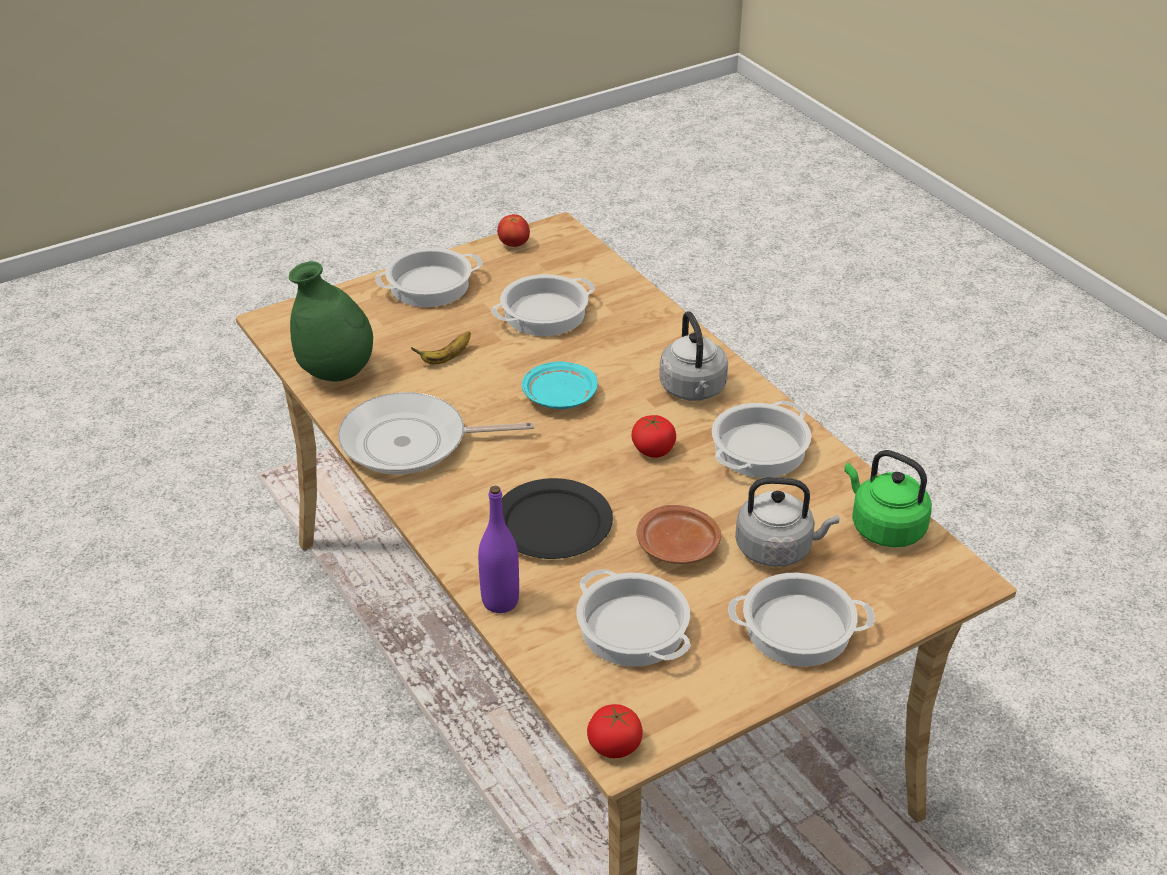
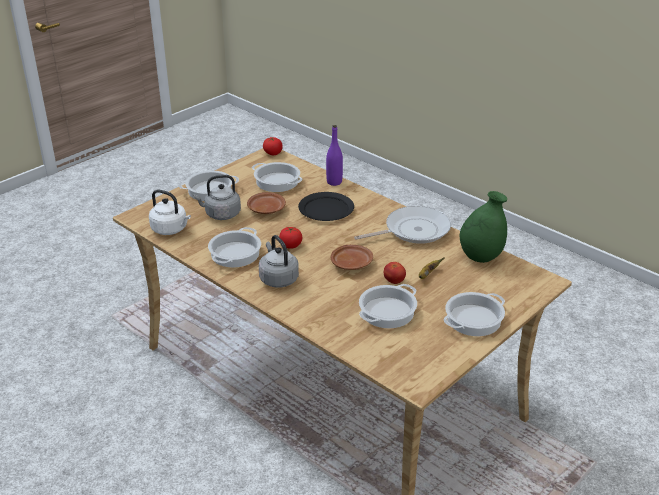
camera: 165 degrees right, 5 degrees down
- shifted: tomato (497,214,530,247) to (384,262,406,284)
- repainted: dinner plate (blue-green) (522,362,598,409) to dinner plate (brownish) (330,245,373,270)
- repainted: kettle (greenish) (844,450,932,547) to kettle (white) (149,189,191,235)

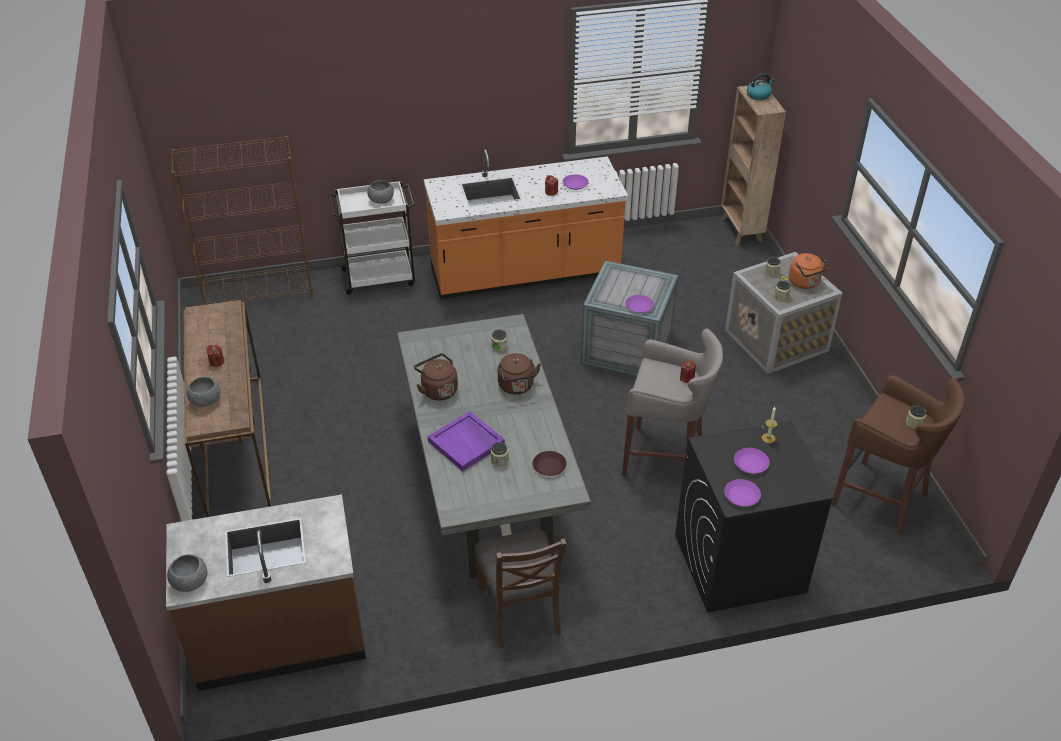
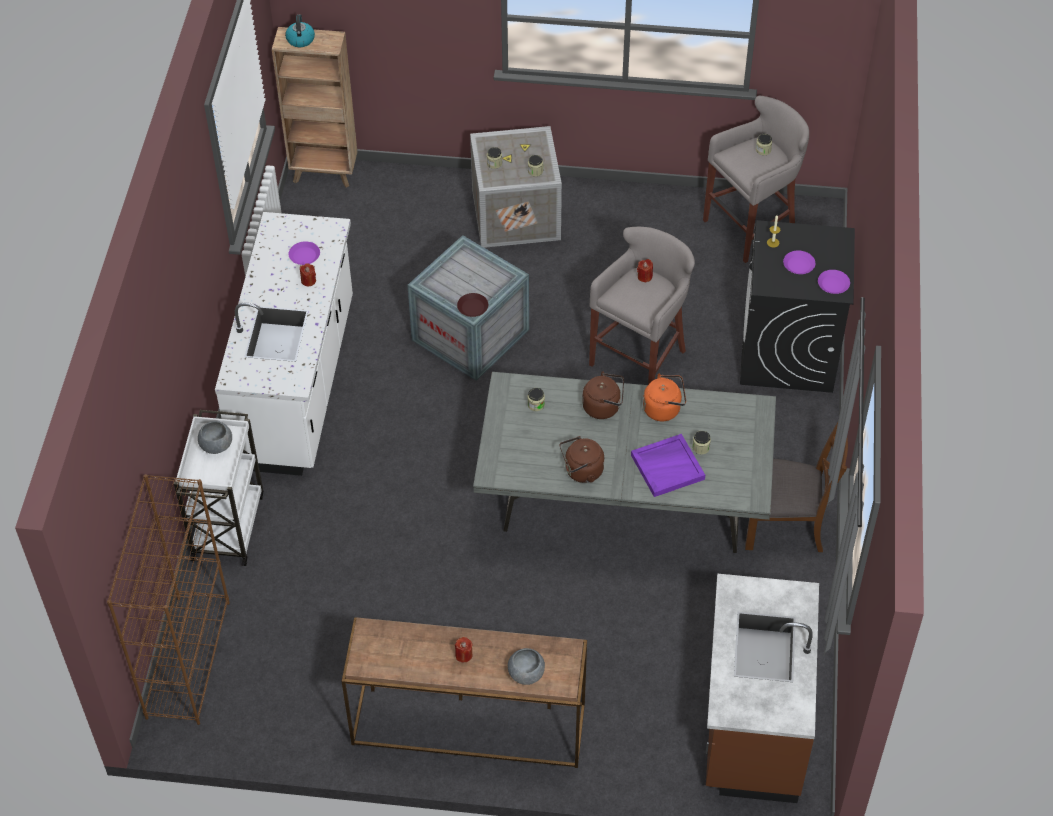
camera: 70 degrees left, 10 degrees up
- gone: deep dish (grey) (167,554,207,592)
- gone: dinner plate (purplish) (626,295,654,313)
- shifted: dinner plate (brownish) (533,451,567,476) to (457,293,488,317)
- shifted: kettle (orange) (789,253,830,289) to (643,374,686,421)
- repainted: kitchen counter (orange) (424,149,628,299) to kitchen counter (white) (215,212,353,476)
- repainted: stool (brownish) (831,375,965,536) to stool (grey) (703,96,809,263)

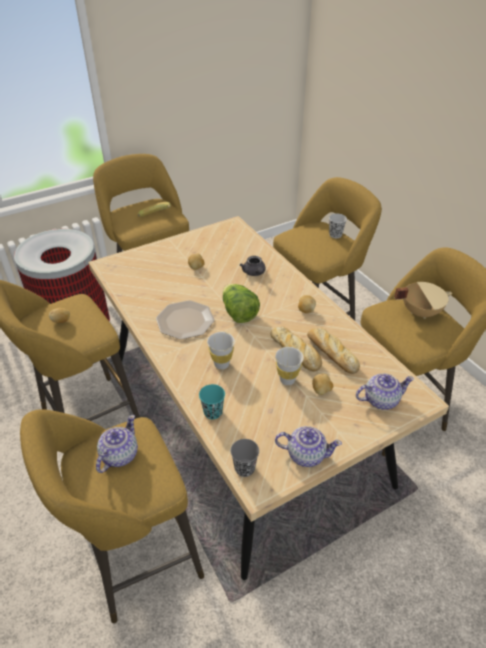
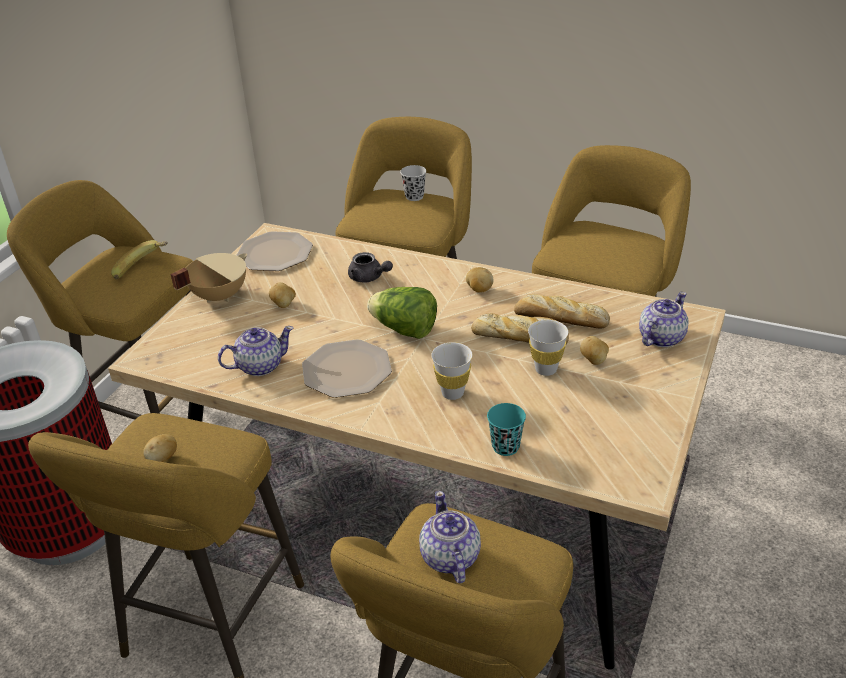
camera: 35 degrees left, 5 degrees down
- gone: drinking cup (grey) (231,439,259,477)
- new: dinner plate (237,231,313,271)
- shifted: pot for tea (275,426,342,467) to (218,326,294,376)
- shifted: stockpot (beige-coloured) (394,282,452,319) to (170,253,247,303)

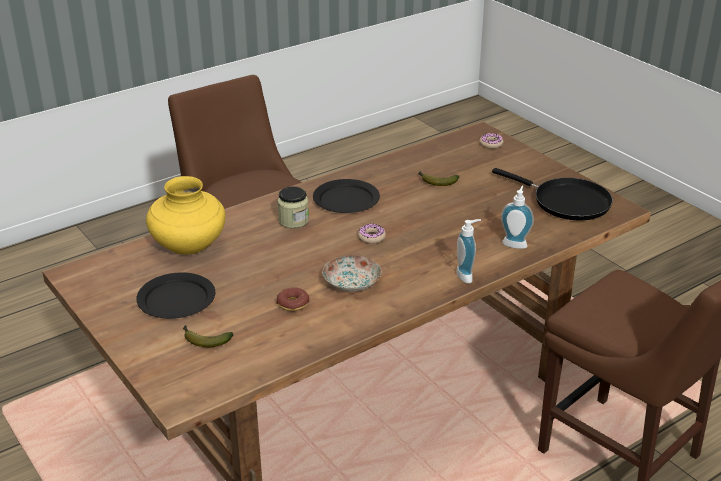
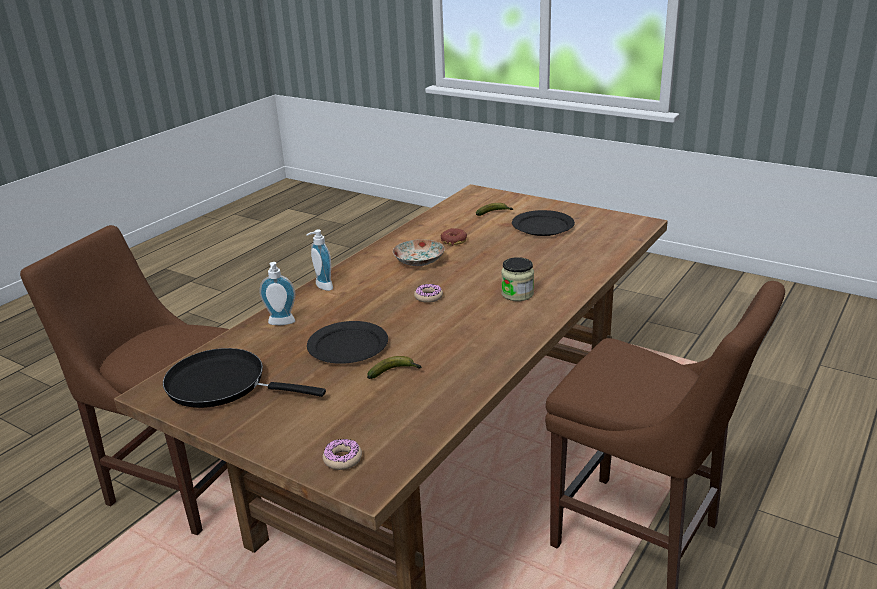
camera: 160 degrees right, 5 degrees down
- gone: flower vase (yellow) (146,176,226,255)
- shifted: dinner plate (black) (313,179,380,213) to (307,321,388,364)

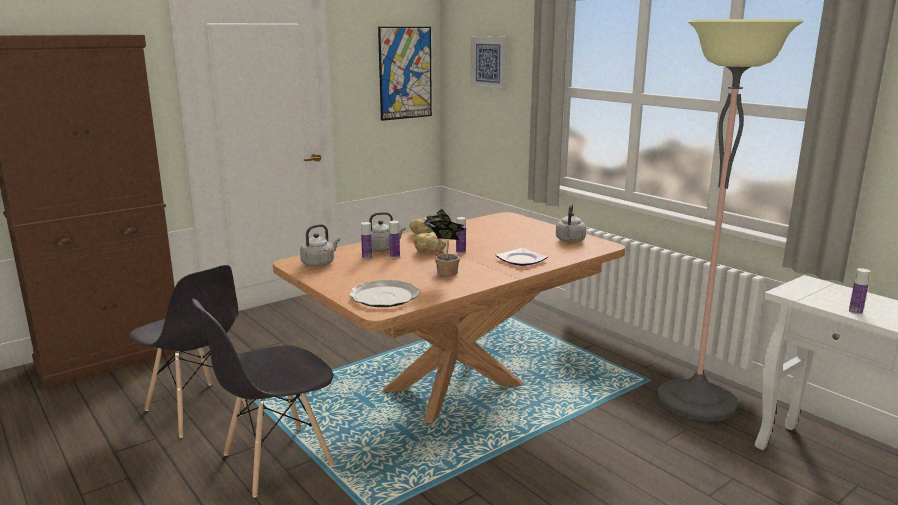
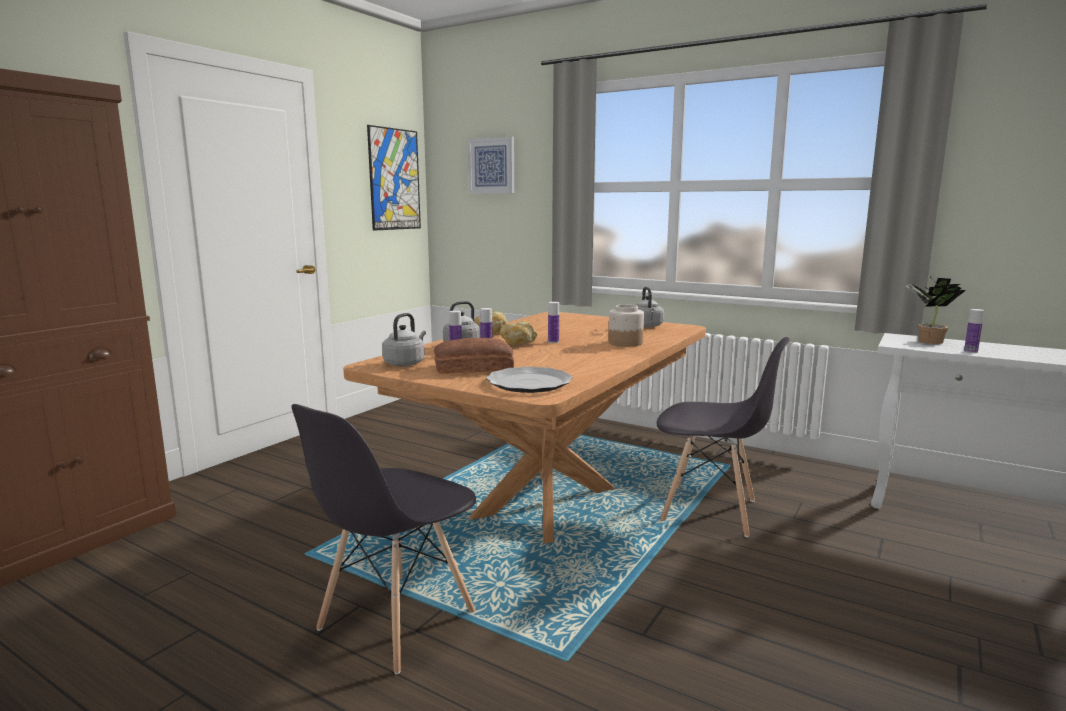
camera: 20 degrees left, 5 degrees down
- gone: standing lamp (658,19,804,422)
- new: bakery bread (434,338,514,374)
- shifted: chair (grey) (129,265,249,438) to (657,337,790,537)
- shifted: potted plant (423,209,466,276) to (905,277,966,344)
- swapped: dinner plate (496,248,548,266) to storage jar (608,305,644,347)

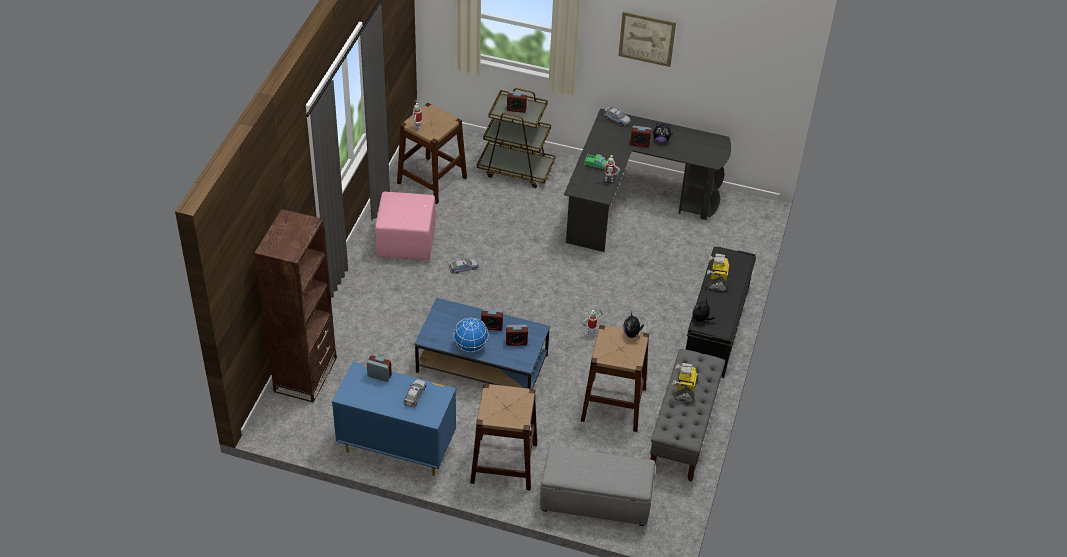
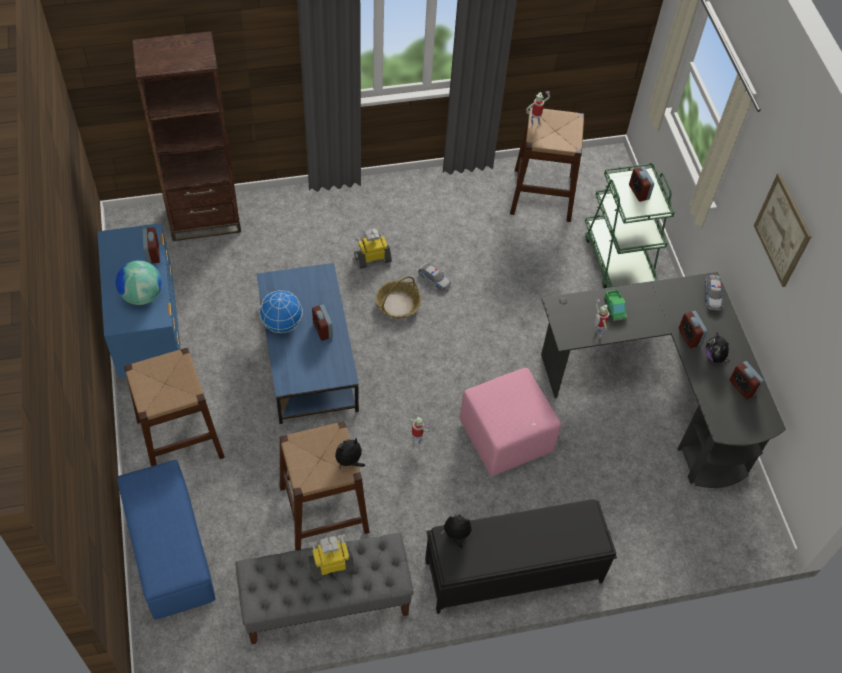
camera: 60 degrees right, 10 degrees up
- new: household basket (375,276,421,318)
- shifted: ottoman (pinkish) (375,192,436,260) to (460,368,561,476)
- shifted: table clock (506,325,528,346) to (730,361,764,399)
- shifted: toy robot (707,254,730,291) to (354,229,392,269)
- swapped: toy car (403,379,427,407) to globe (116,260,162,305)
- repainted: trolley (brownish) (477,88,555,188) to trolley (greenish) (585,163,675,288)
- repainted: ottoman (grey) (540,445,655,526) to ottoman (bluish) (117,460,215,619)

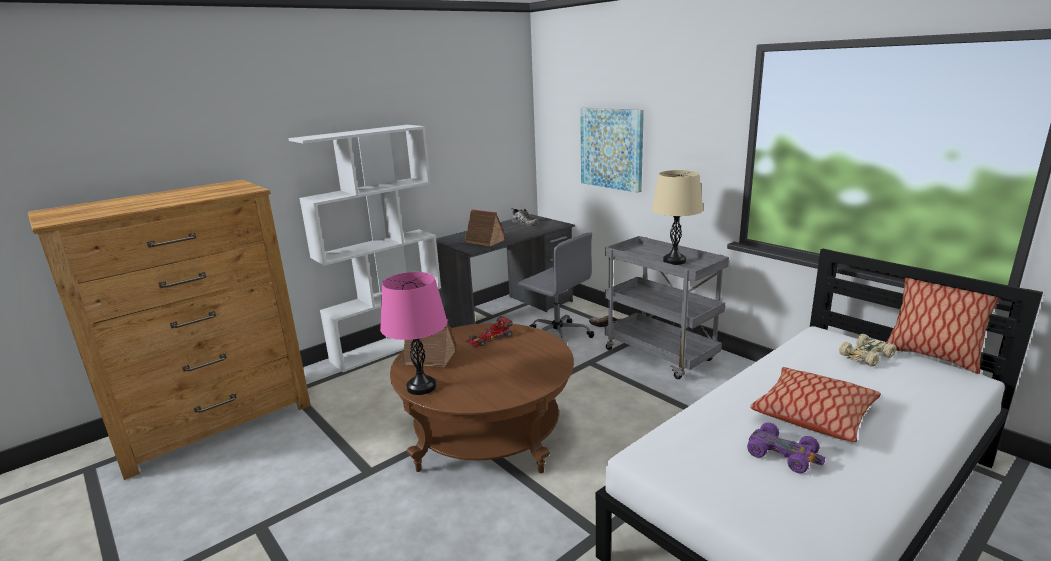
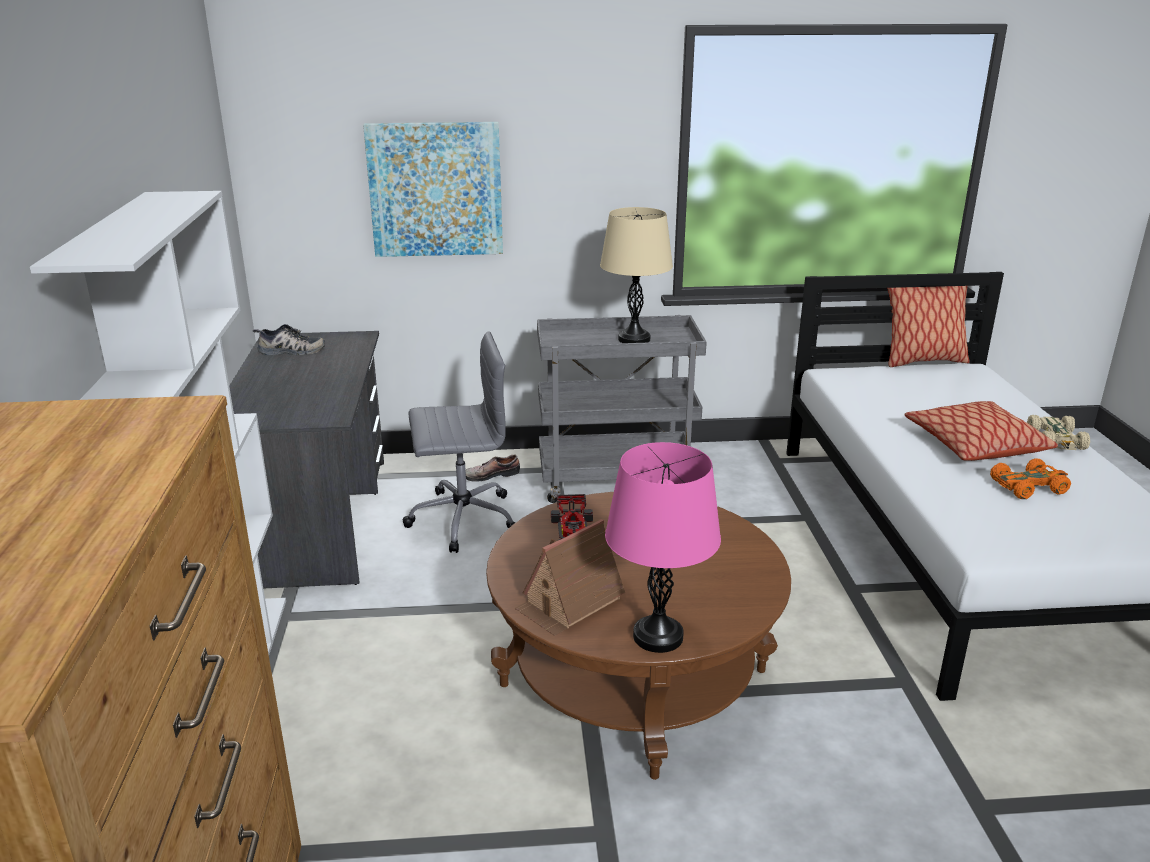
camera: 55 degrees left, 5 degrees up
- gone: miniature house (462,209,506,246)
- shifted: toy car (beige-coloured) (839,334,896,367) to (1027,415,1090,450)
- repainted: toy car (purplish) (747,422,826,474) to toy car (orange) (990,458,1071,499)

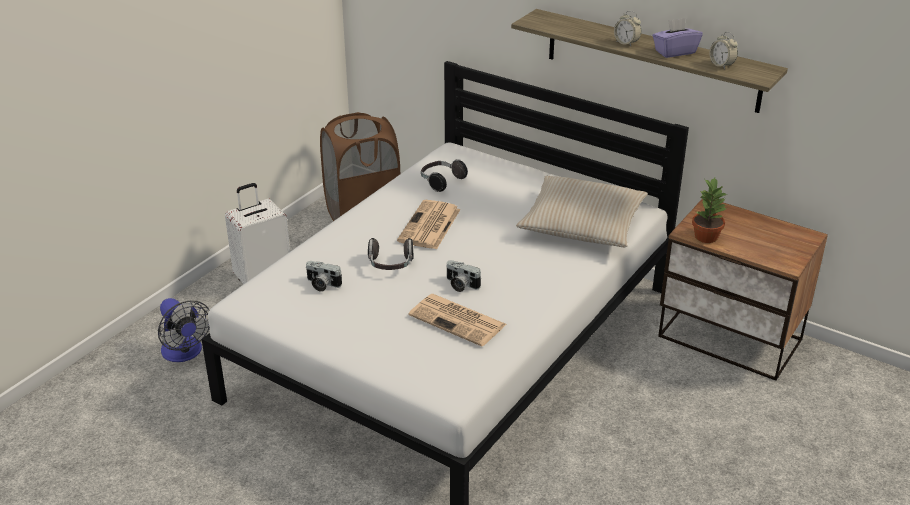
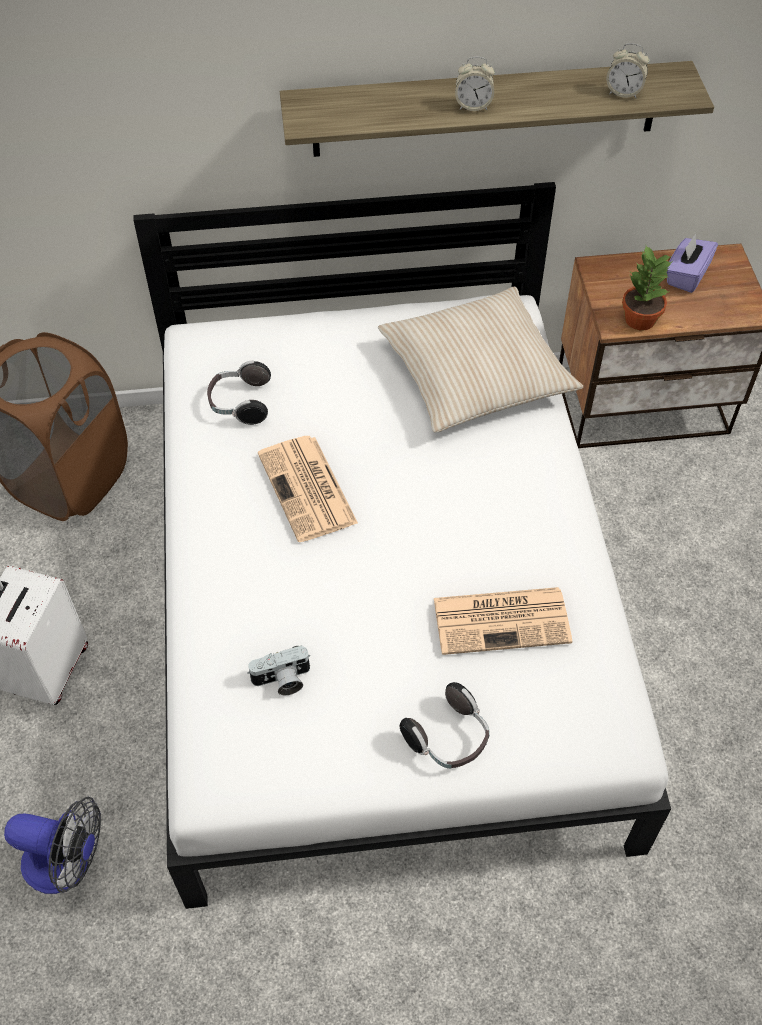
camera: 40 degrees left, 20 degrees up
- gone: photo camera (446,260,481,292)
- shifted: pair of headphones (368,238,413,270) to (400,682,490,769)
- shifted: box of tissues (purplish) (653,18,703,58) to (667,234,718,293)

